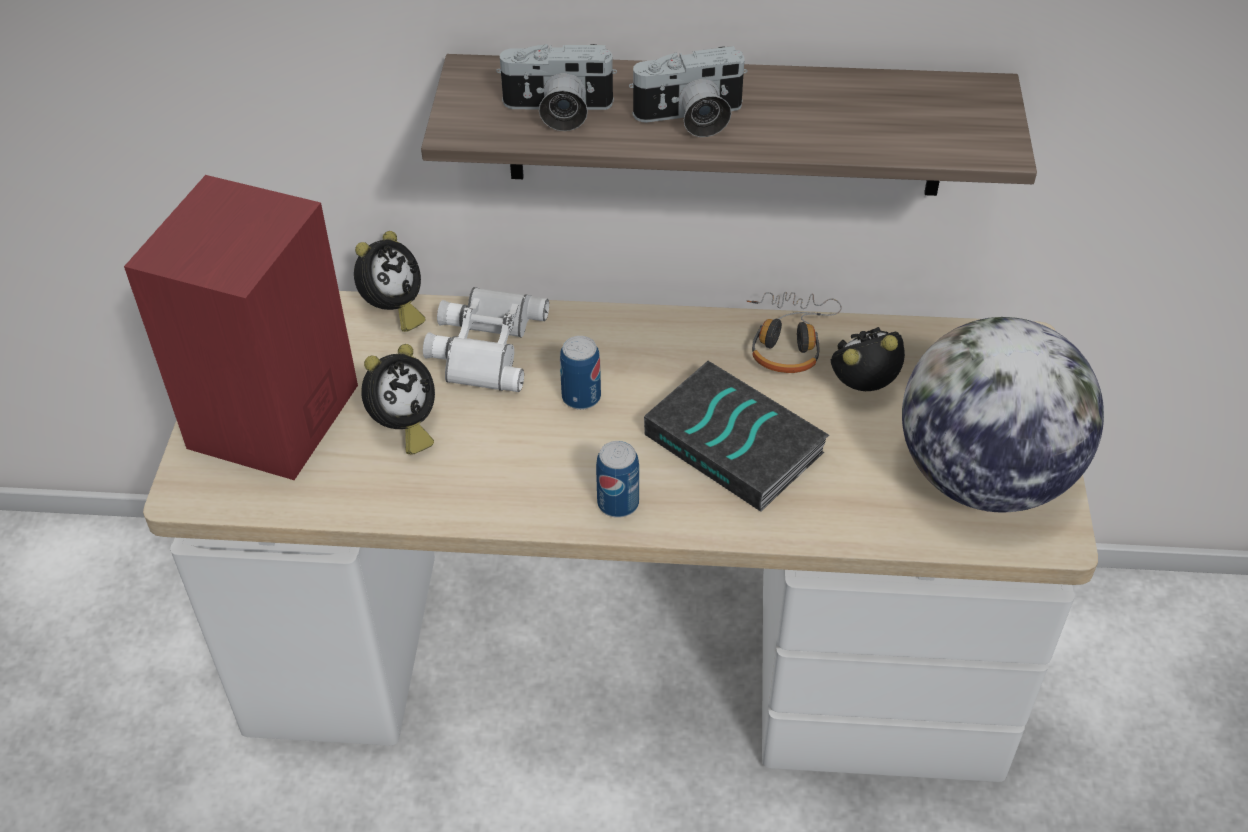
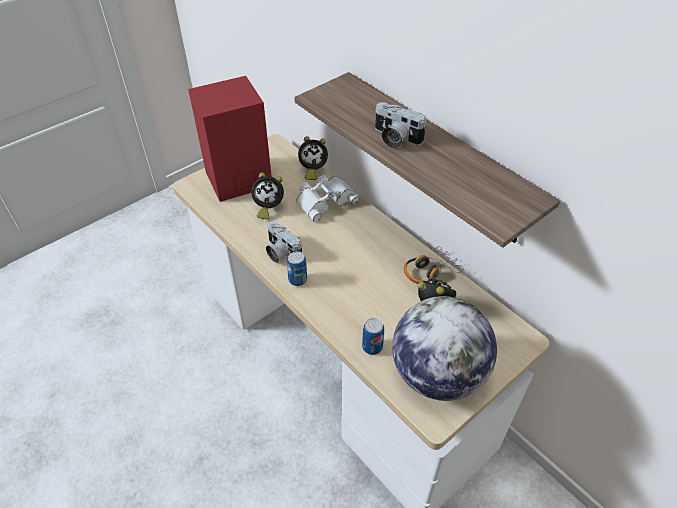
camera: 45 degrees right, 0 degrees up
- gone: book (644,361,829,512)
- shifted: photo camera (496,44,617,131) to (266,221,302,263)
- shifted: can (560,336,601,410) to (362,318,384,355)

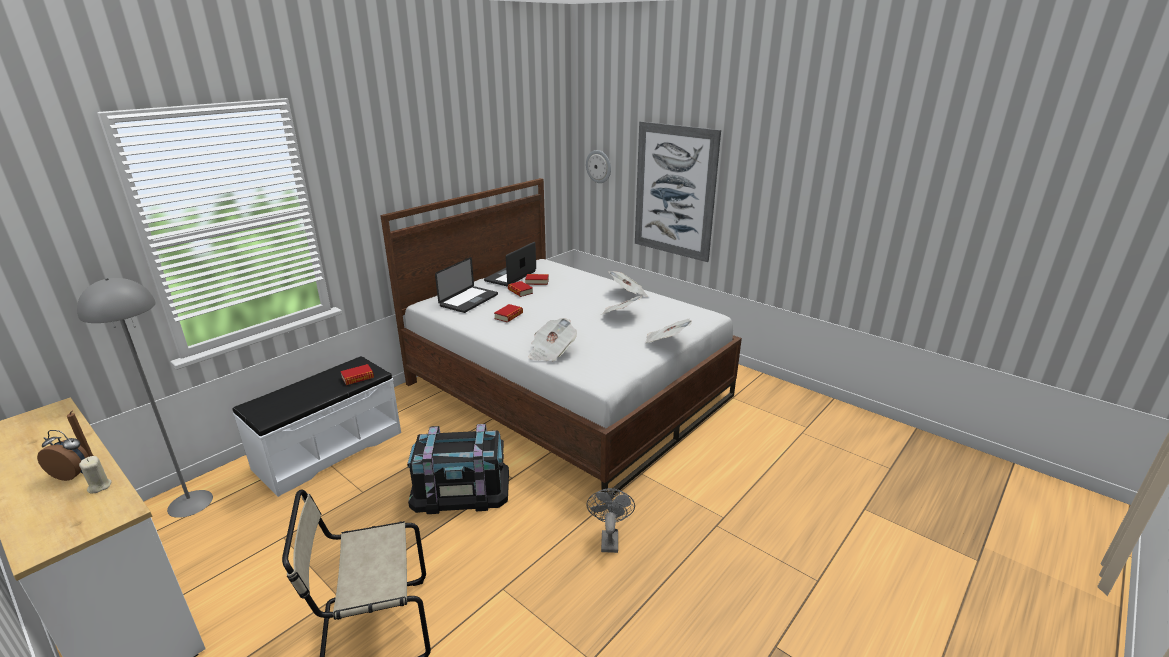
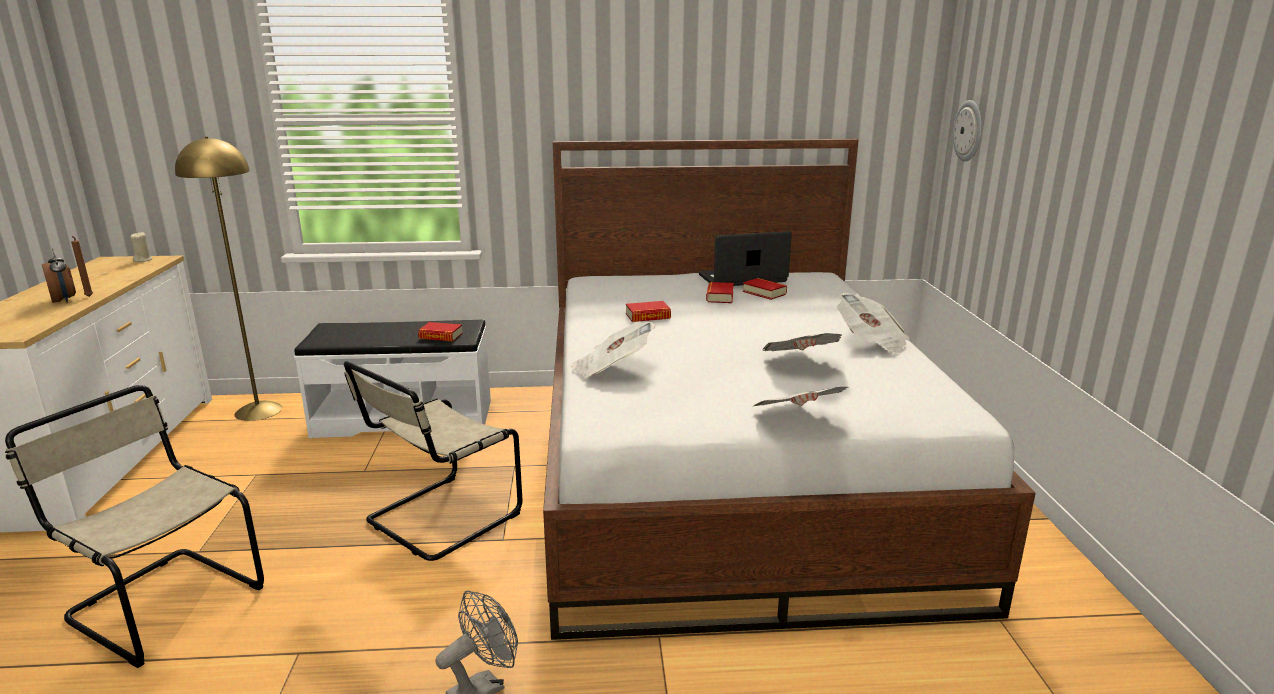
camera: 45 degrees right, 5 degrees down
- gone: notebook computer (435,257,498,313)
- gone: wall picture (635,121,721,262)
- shifted: wax light (beige-coloured) (79,456,111,493) to (130,232,153,262)
- swapped: storage bin (black) (407,424,509,514) to chair (beige-coloured) (344,361,522,561)
- repainted: standing lamp (grey) (77,278,213,518) to standing lamp (yellow) (175,136,282,421)

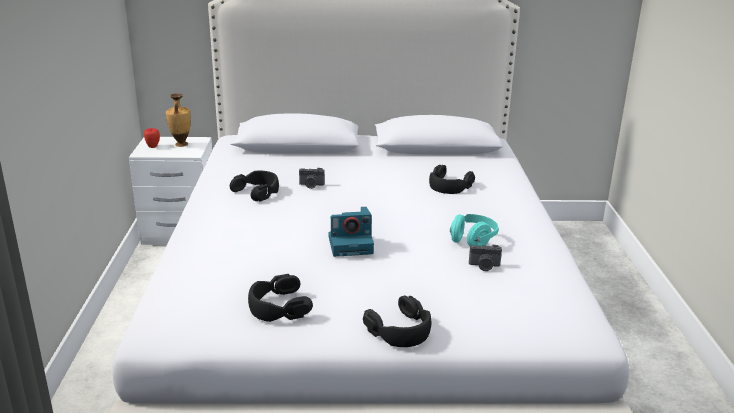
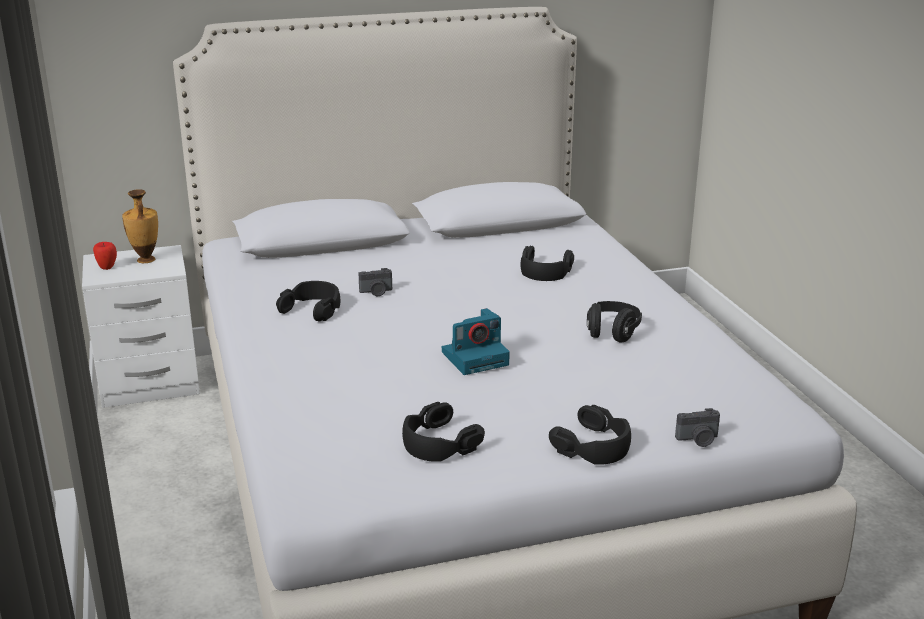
camera: 15 degrees left, 0 degrees up
- shifted: photo camera (469,244,502,271) to (675,408,720,447)
- repainted: pair of headphones (blue-green) (450,214,499,246) to pair of headphones (black) (587,301,642,343)

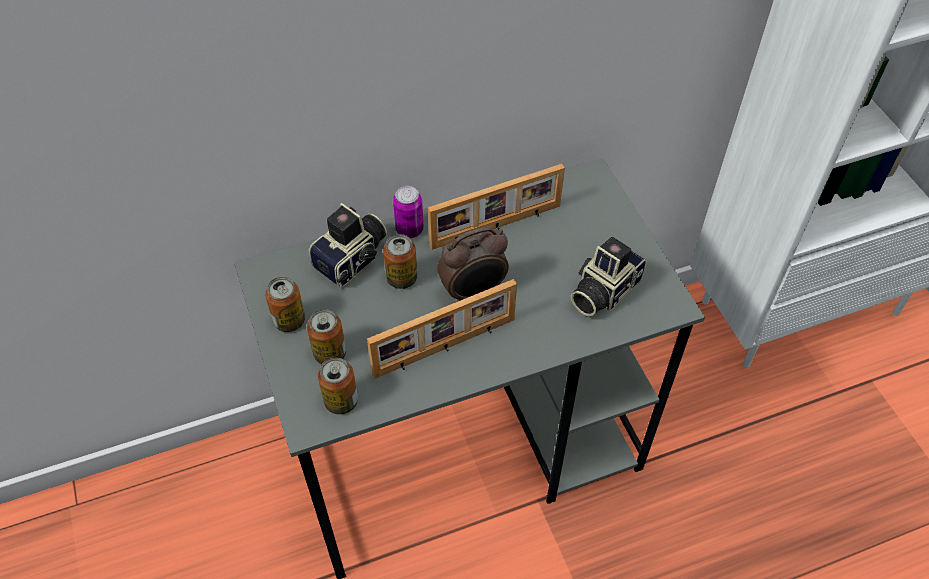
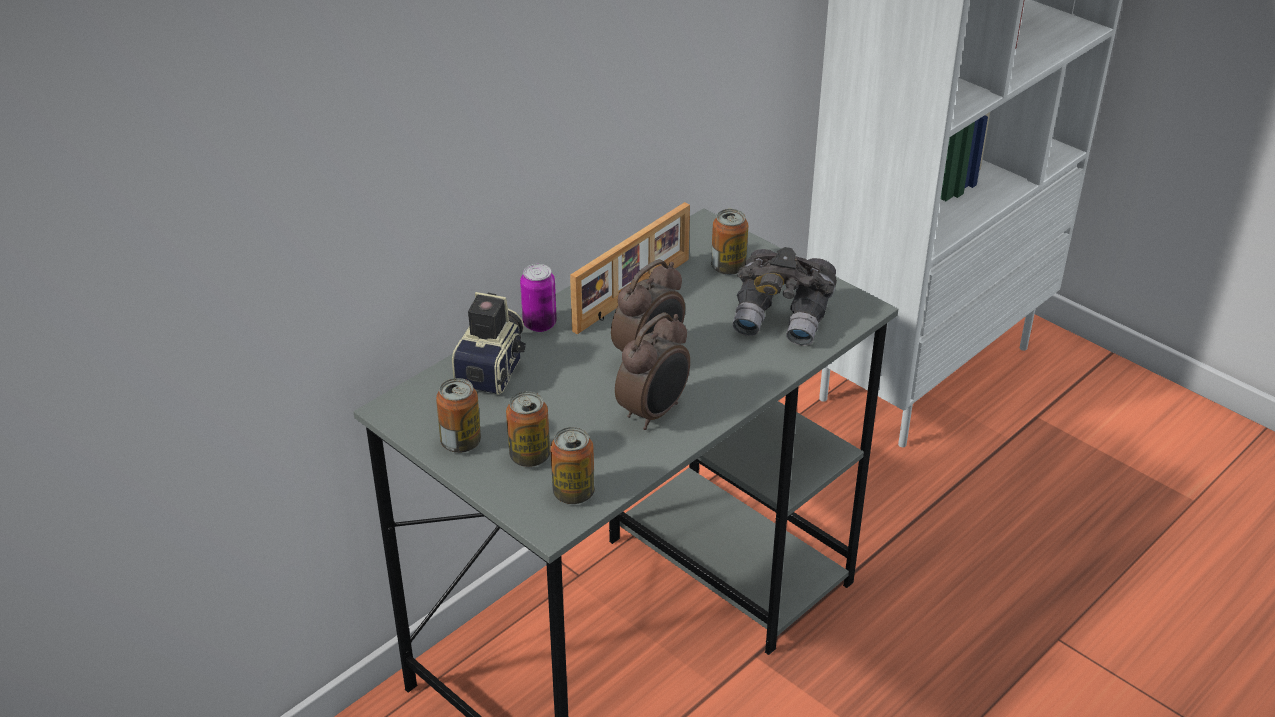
camera: 25 degrees left, 15 degrees down
- shifted: can (383,234,417,289) to (711,209,748,275)
- swapped: photo frame (367,279,517,379) to table clock (615,312,690,430)
- swapped: photo camera (571,237,647,317) to pair of binoculars (grey) (733,247,837,346)

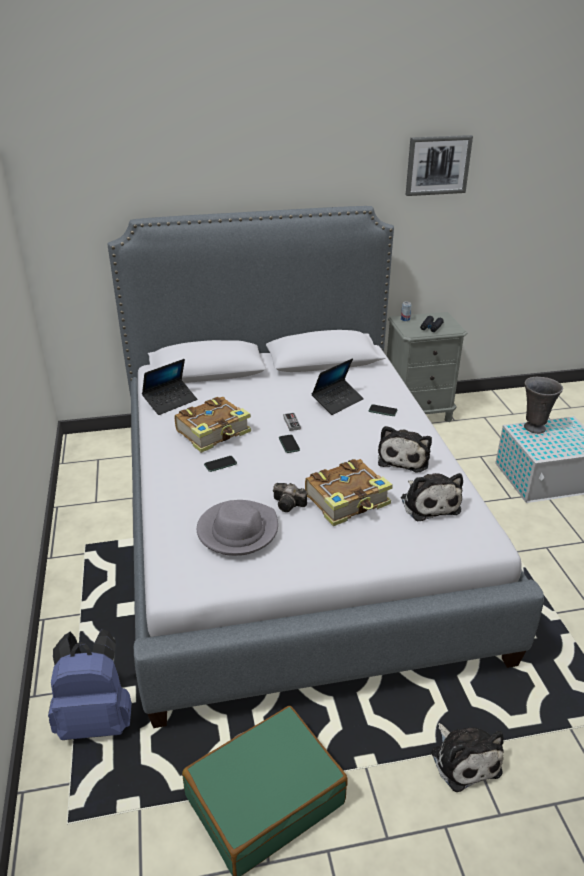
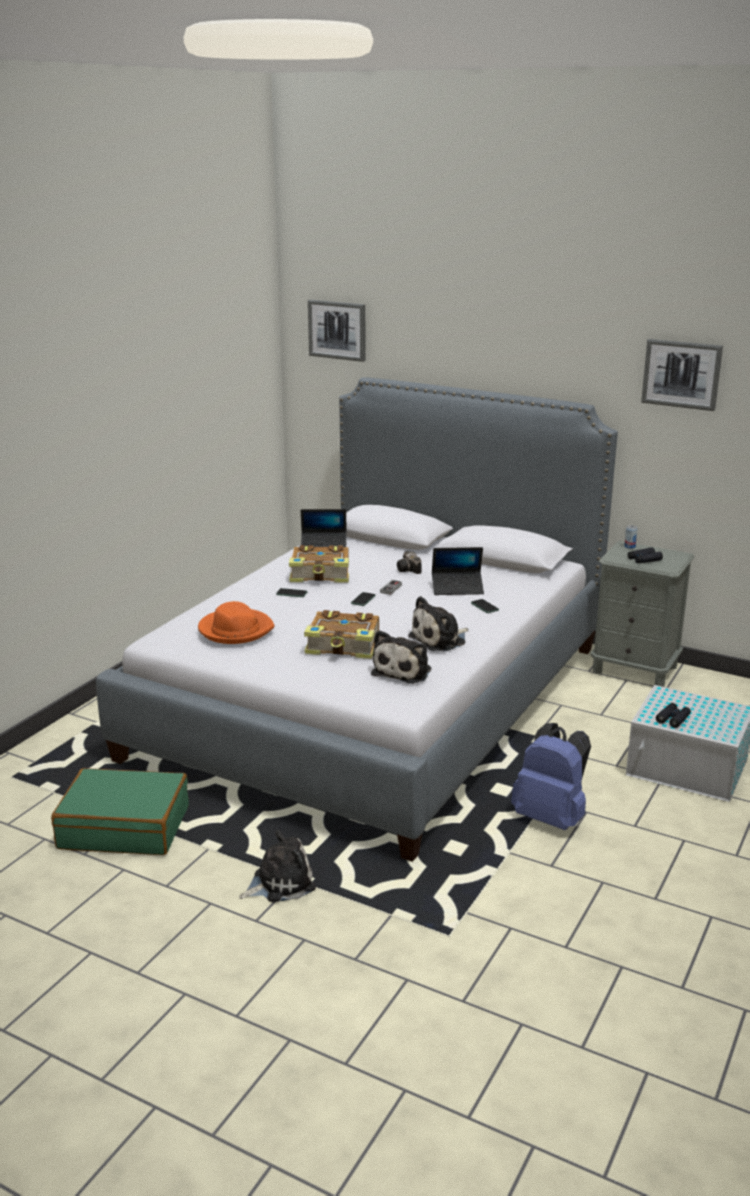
camera: 40 degrees right, 10 degrees down
- gone: flower vase (grey) (524,377,563,434)
- new: wall picture (308,300,366,362)
- new: pair of binoculars (black) (656,703,691,728)
- shifted: rucksack (bluish) (48,629,132,740) to (511,723,591,830)
- shifted: photo camera (273,483,307,512) to (397,551,421,574)
- repainted: wearable hat (grey) (197,500,278,556) to wearable hat (orange) (198,601,274,644)
- rotated: soft toy (431,723,504,792) = (239,830,316,902) 135 degrees counterclockwise

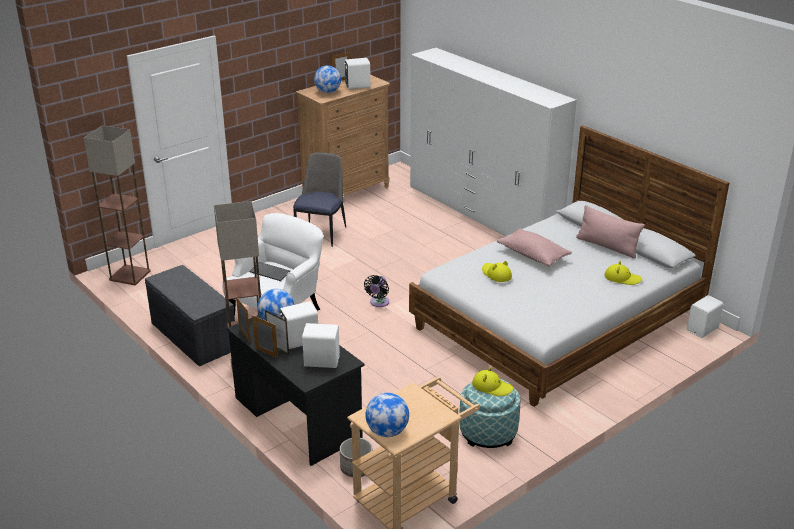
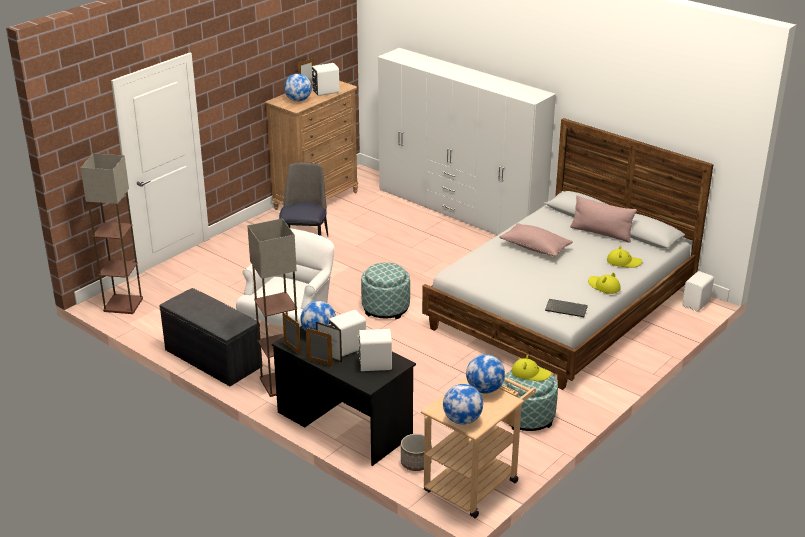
camera: 10 degrees left, 0 degrees up
- new: globe (466,354,505,393)
- shifted: PC keyboard (249,262,290,281) to (545,299,588,317)
- shifted: wearable hat (yellow) (482,261,512,282) to (588,273,621,294)
- swapped: electric fan (black) (364,275,389,307) to ottoman (361,262,410,319)

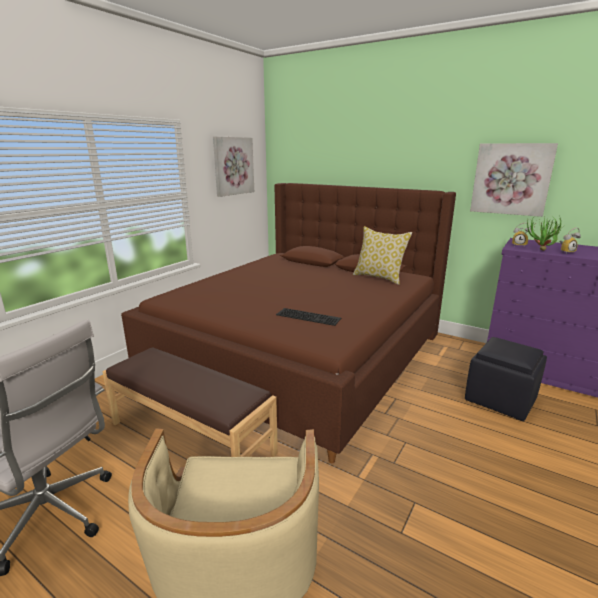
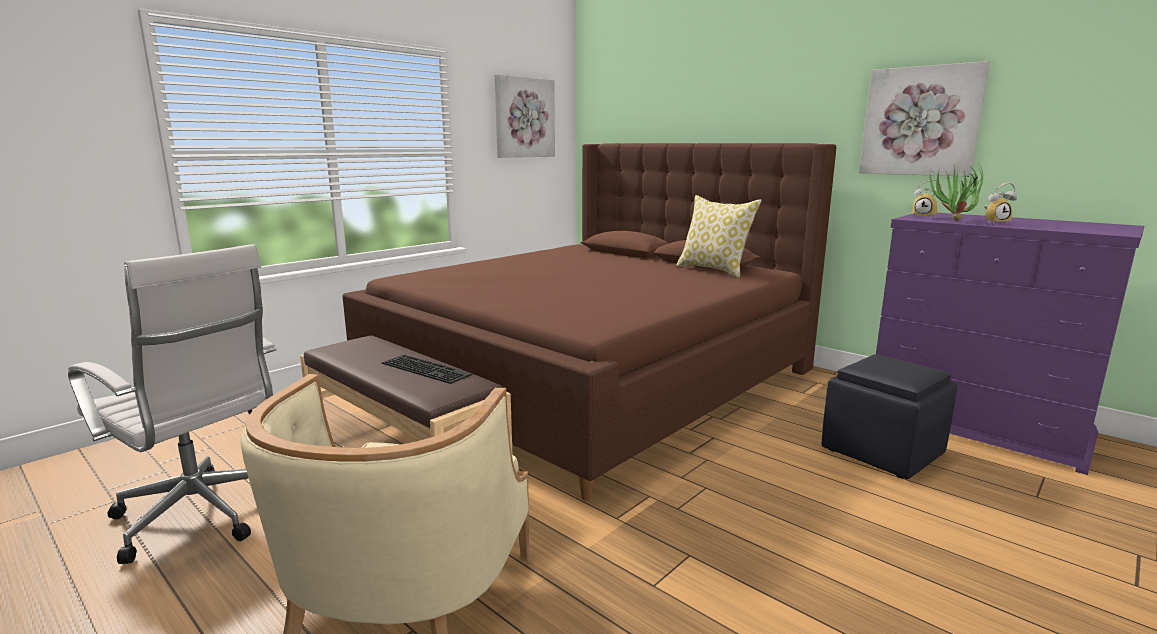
camera: 10 degrees right, 5 degrees down
- shifted: PC keyboard (276,308,341,326) to (382,354,473,384)

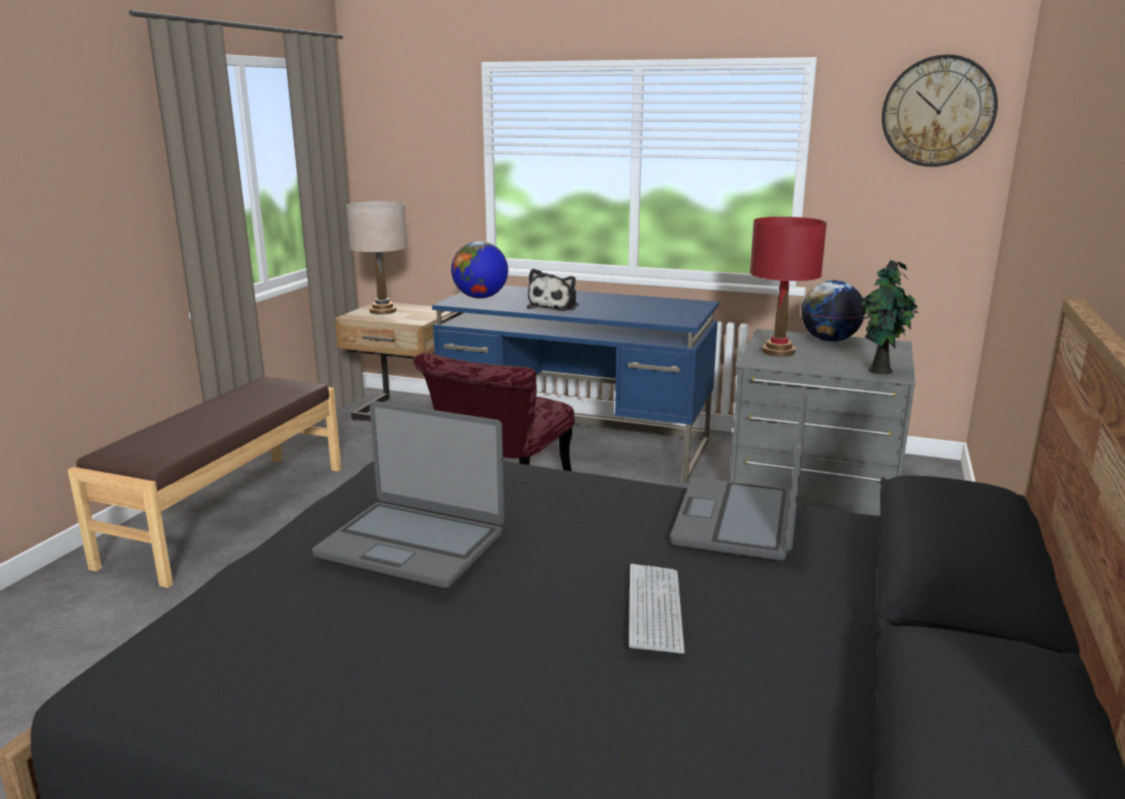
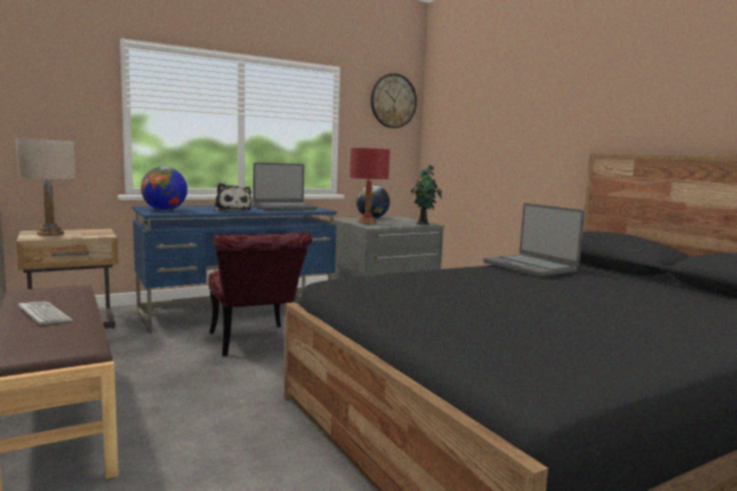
camera: 50 degrees left, 10 degrees down
- shifted: notebook computer (312,401,505,588) to (253,162,317,210)
- shifted: PC keyboard (629,564,685,654) to (18,301,73,325)

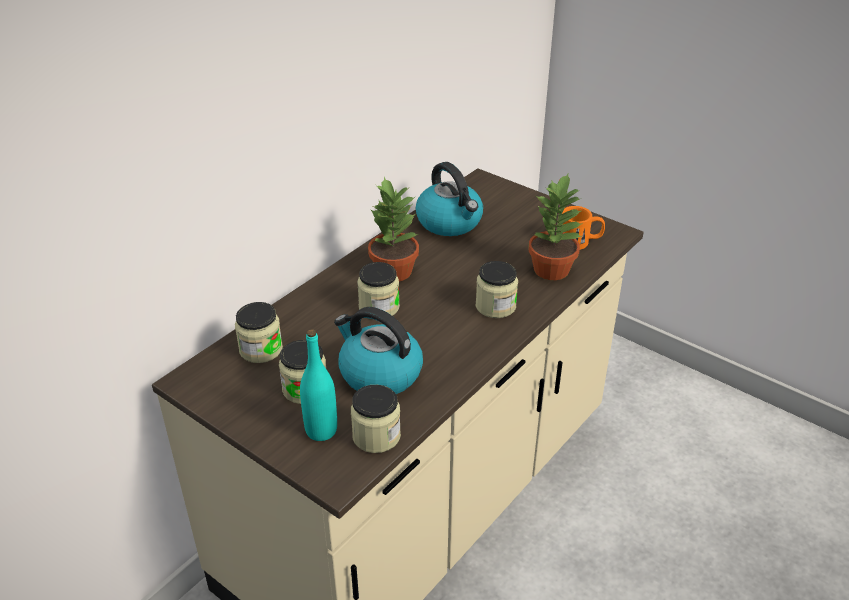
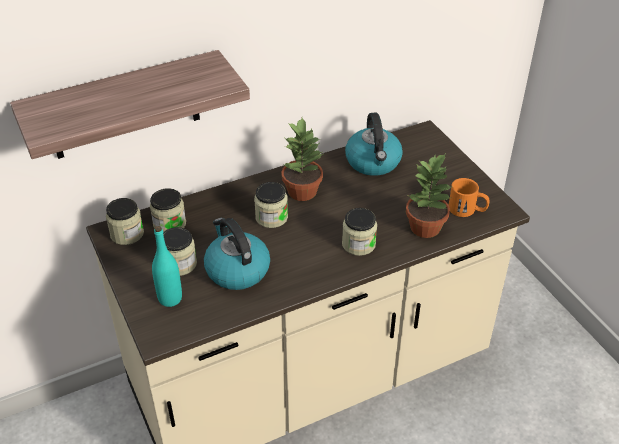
camera: 25 degrees right, 5 degrees up
- new: wall shelf (10,50,250,159)
- shifted: storage jar (351,385,401,453) to (106,198,144,245)

